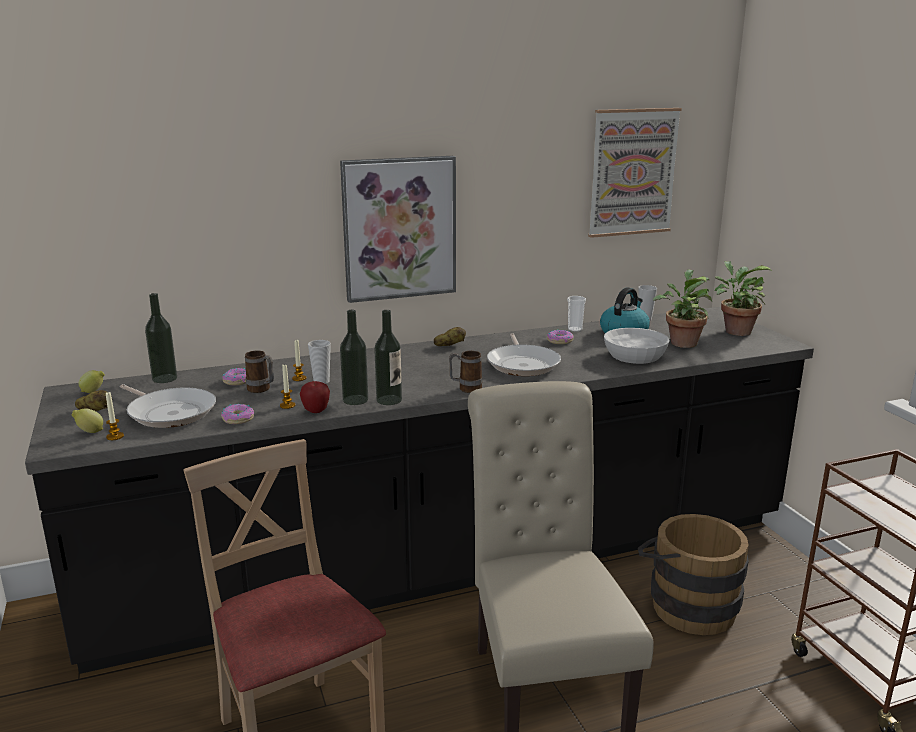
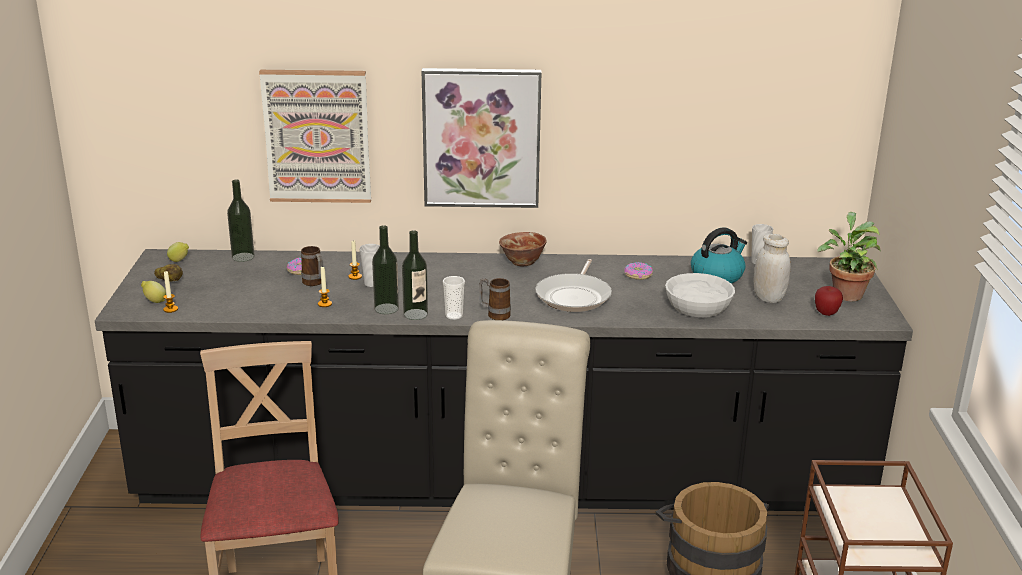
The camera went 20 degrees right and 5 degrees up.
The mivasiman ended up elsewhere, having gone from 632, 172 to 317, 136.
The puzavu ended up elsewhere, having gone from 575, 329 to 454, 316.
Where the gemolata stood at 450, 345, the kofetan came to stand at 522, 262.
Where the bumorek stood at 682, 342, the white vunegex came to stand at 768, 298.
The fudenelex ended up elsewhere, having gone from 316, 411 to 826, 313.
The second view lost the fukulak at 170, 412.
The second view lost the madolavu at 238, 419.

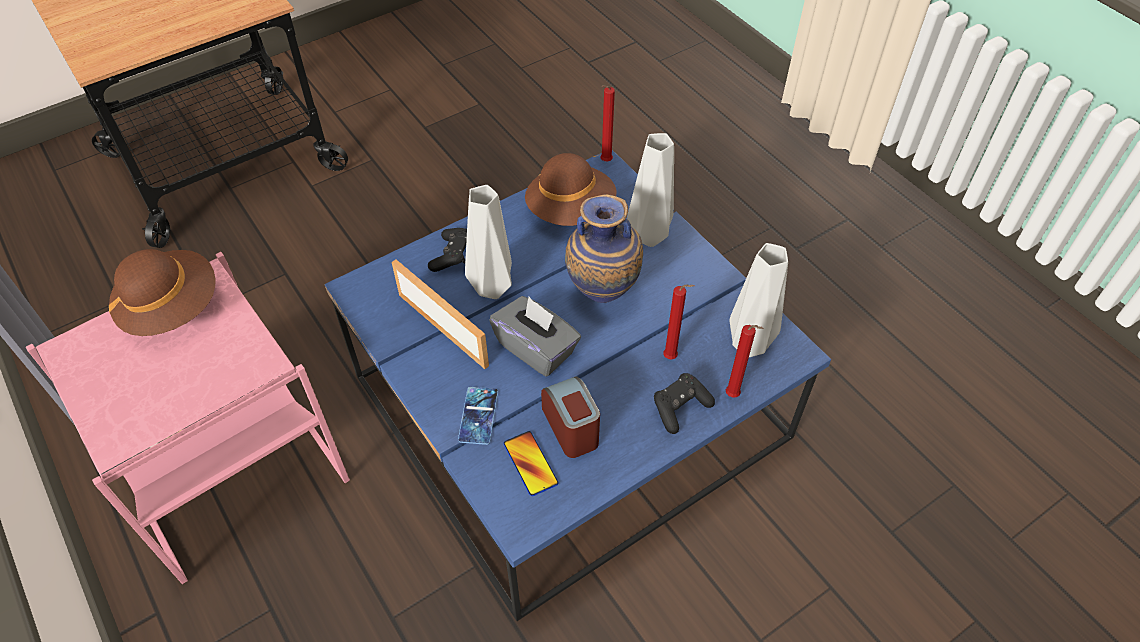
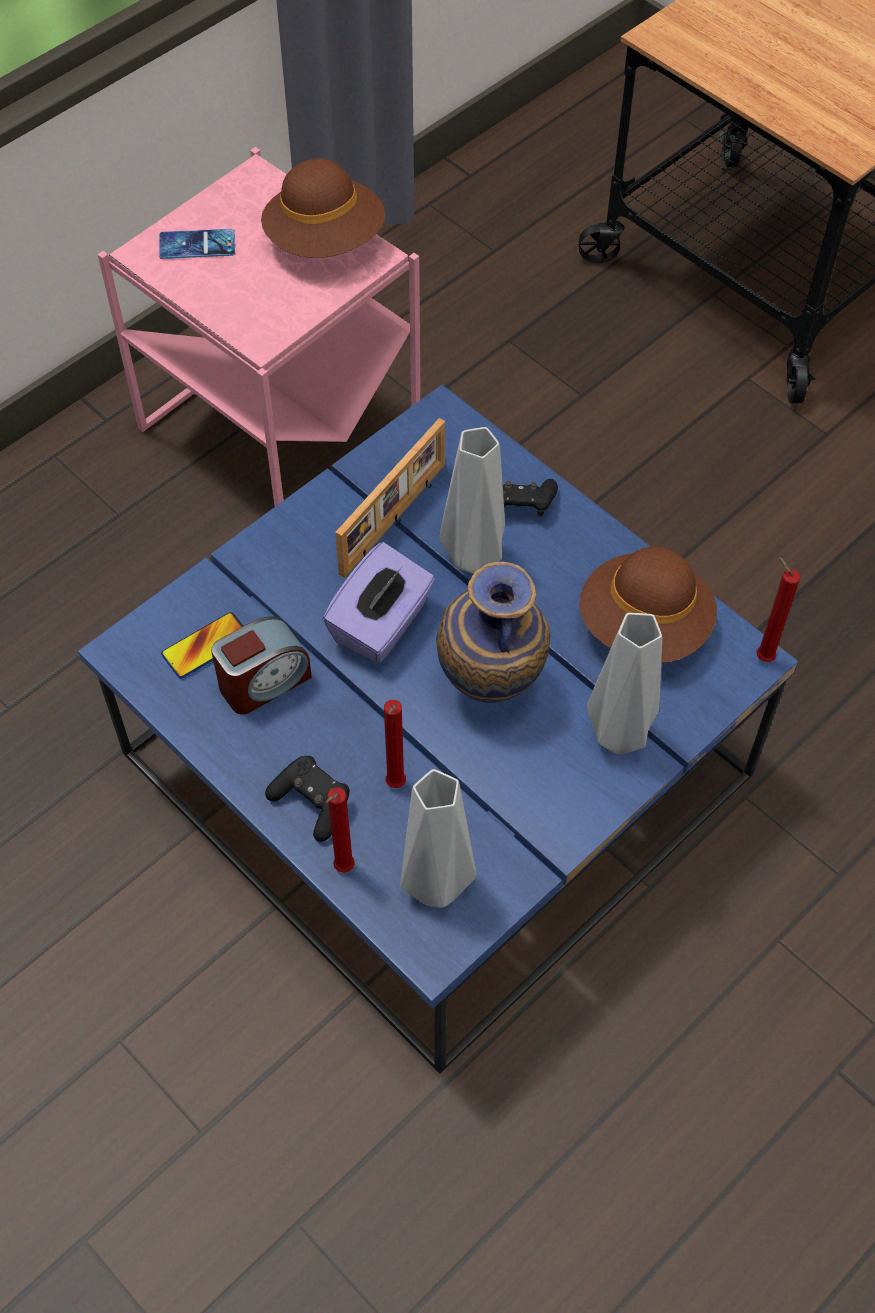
The camera went 80 degrees right and 5 degrees up.
The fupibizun ended up elsewhere, having gone from 478, 415 to 197, 245.
What was the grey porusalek at 536, 348 turned into the purple porusalek at 381, 624.

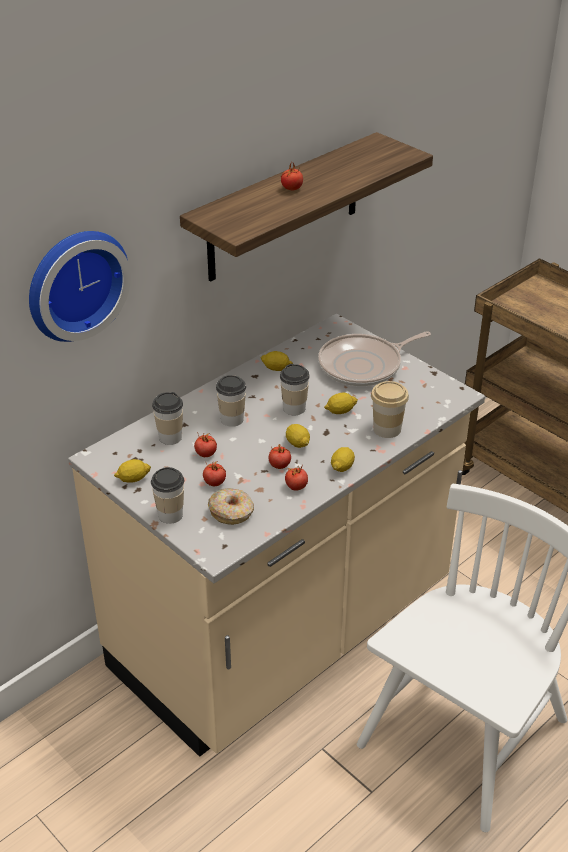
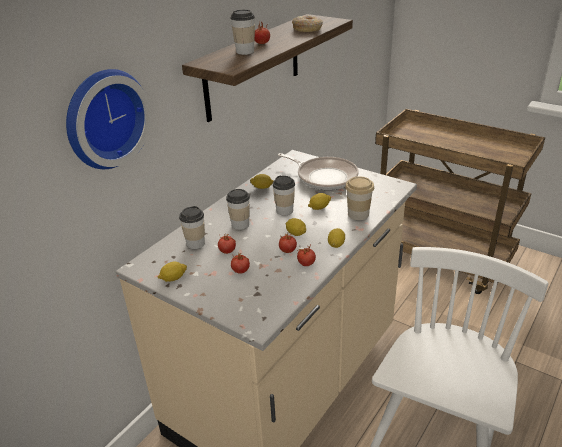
The camera went 10 degrees left and 5 degrees down.
The puzavu ended up elsewhere, having gone from 170, 515 to 245, 51.
The fukulak at 364, 365 ended up facing another way, 105 degrees counterclockwise from before.
The madolavu ended up elsewhere, having gone from 232, 512 to 307, 29.

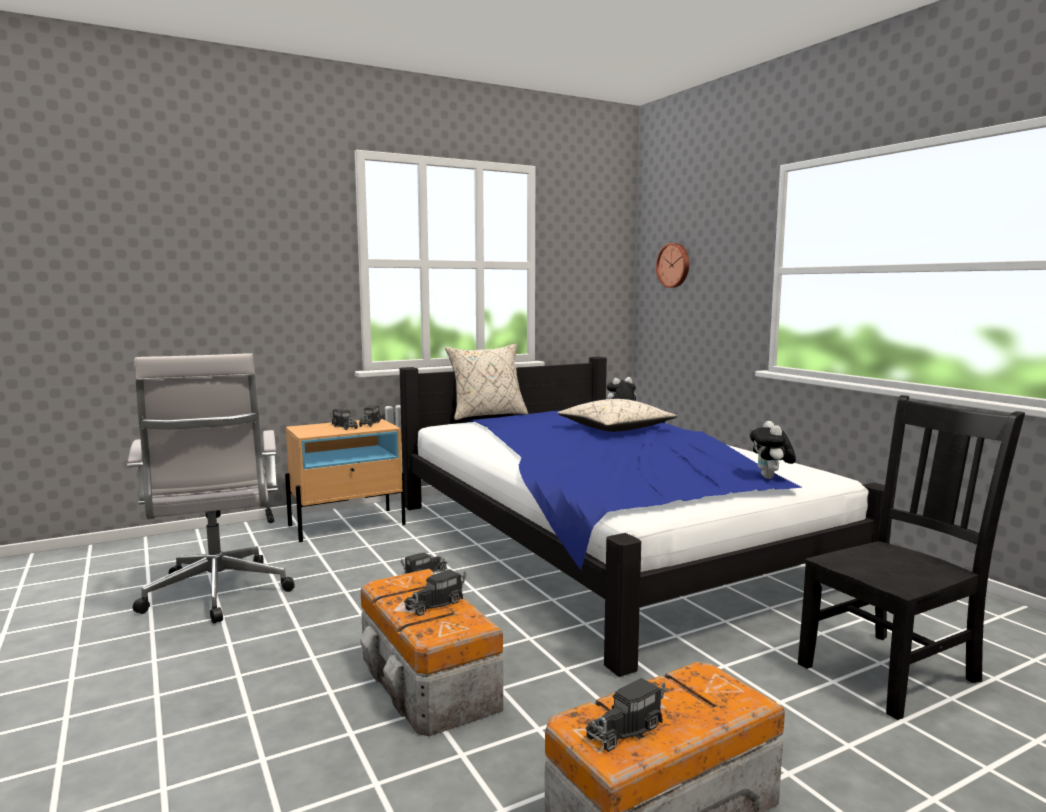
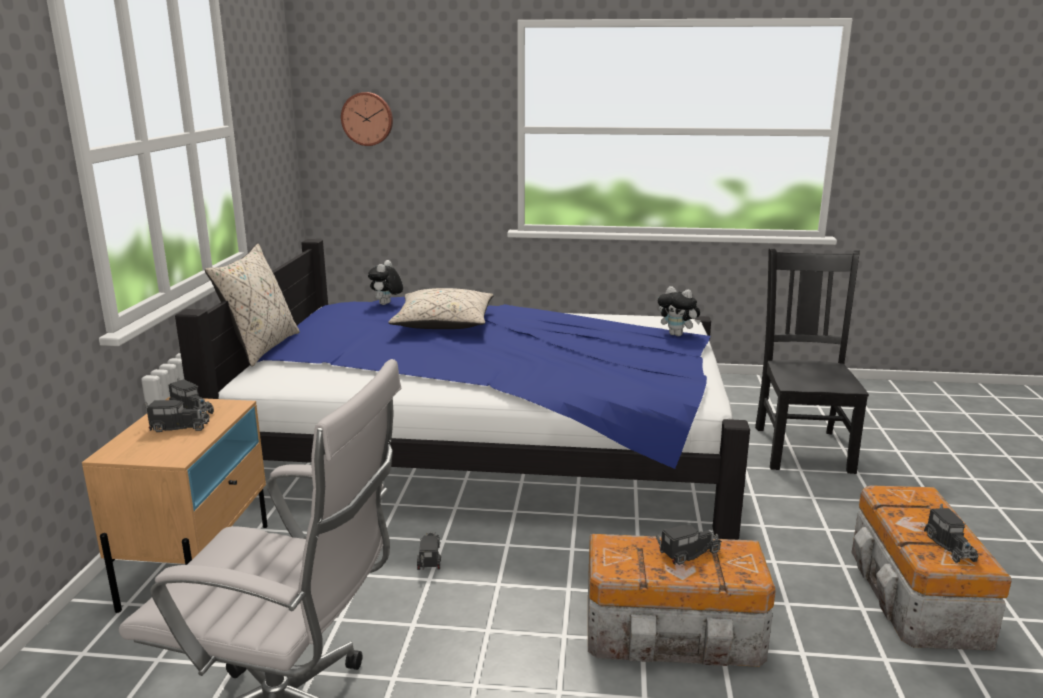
The camera went 55 degrees left and 10 degrees up.
The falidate at 436, 604 ended up facing another way, 105 degrees counterclockwise from before.

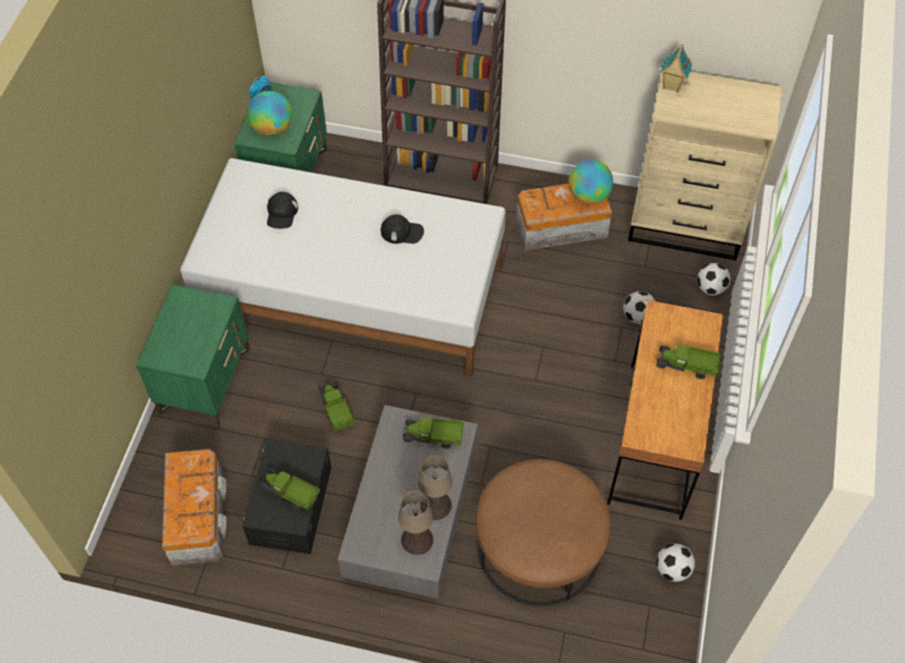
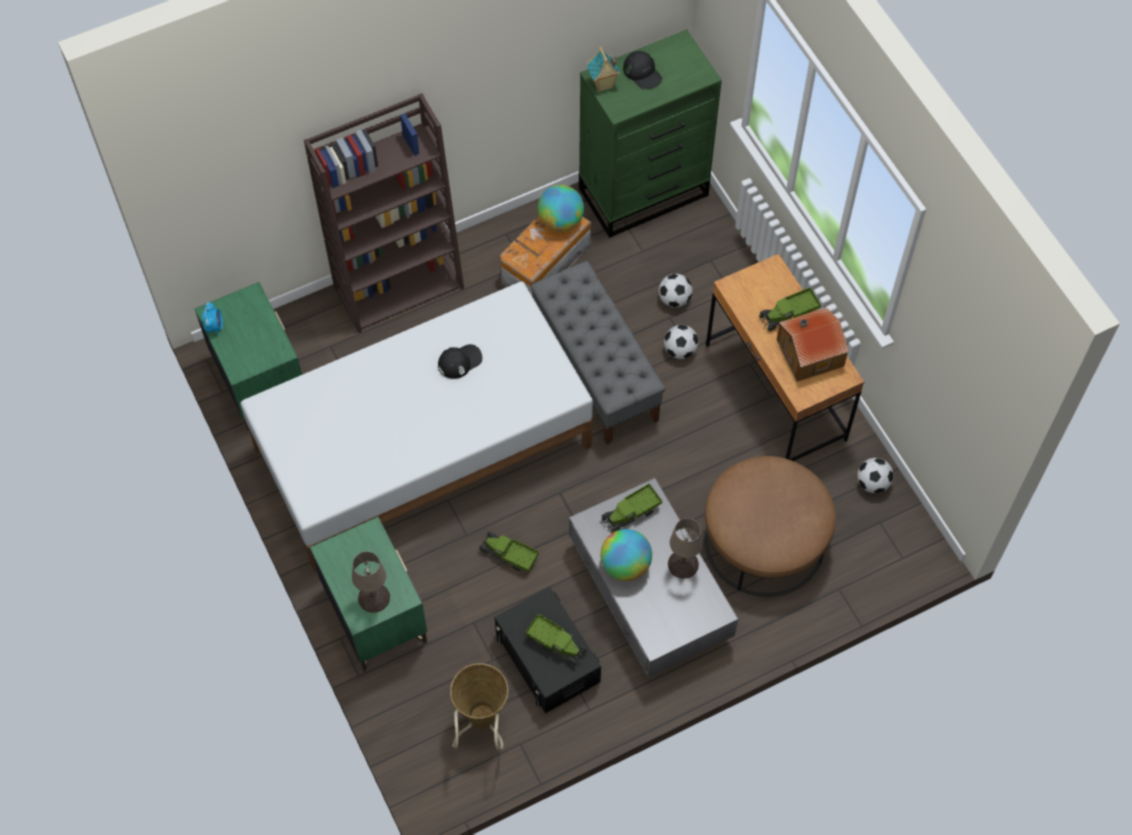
The camera went 40 degrees left and 5 degrees up.
The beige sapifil ended up elsewhere, having gone from 418, 539 to 374, 597.
Where the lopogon stood at 198, 515, the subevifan came to stand at 481, 724.
The falidate at 290, 493 ended up facing another way, 135 degrees counterclockwise from before.
The second view gained the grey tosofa at 595, 370.
What was the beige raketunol at 686, 226 turned into the green raketunol at 644, 192.
The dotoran ended up elsewhere, having gone from 272, 128 to 625, 565.
The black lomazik ended up elsewhere, having gone from 282, 213 to 642, 73.
The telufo ended up elsewhere, having gone from 710, 288 to 680, 350.
The second view gained the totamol at 808, 352.

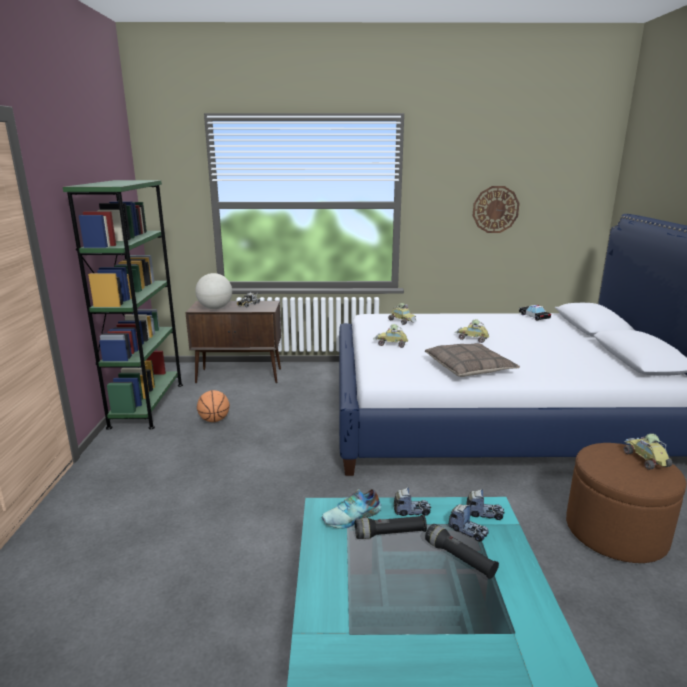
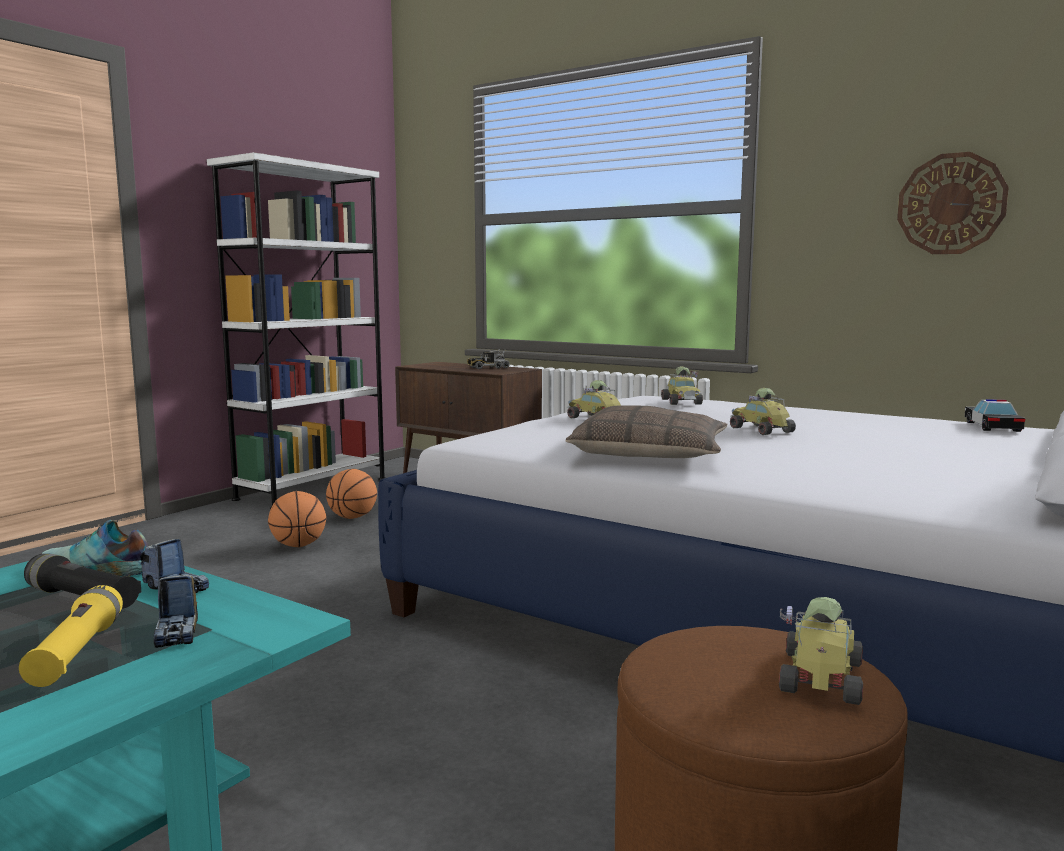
The camera went 35 degrees right and 10 degrees down.
What was the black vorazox at 459, 558 turned into the yellow vorazox at 76, 653.
What was the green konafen at 147, 405 turned into the white konafen at 312, 489.
The second view gained the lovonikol at 298, 546.
The second view lost the dotoran at 215, 308.
The second view lost the falidate at 484, 513.

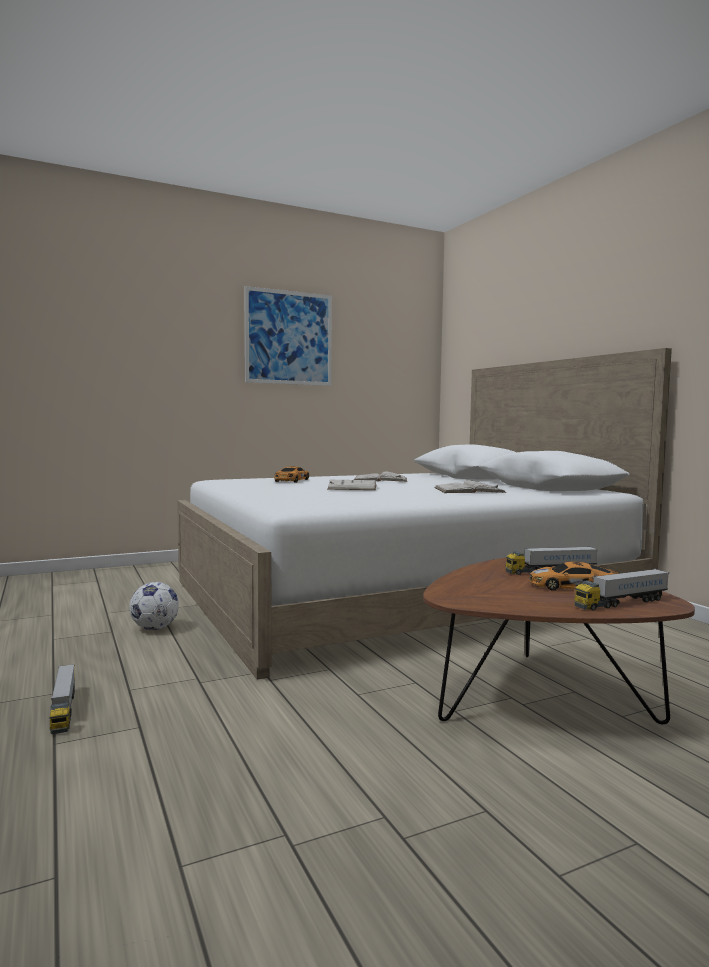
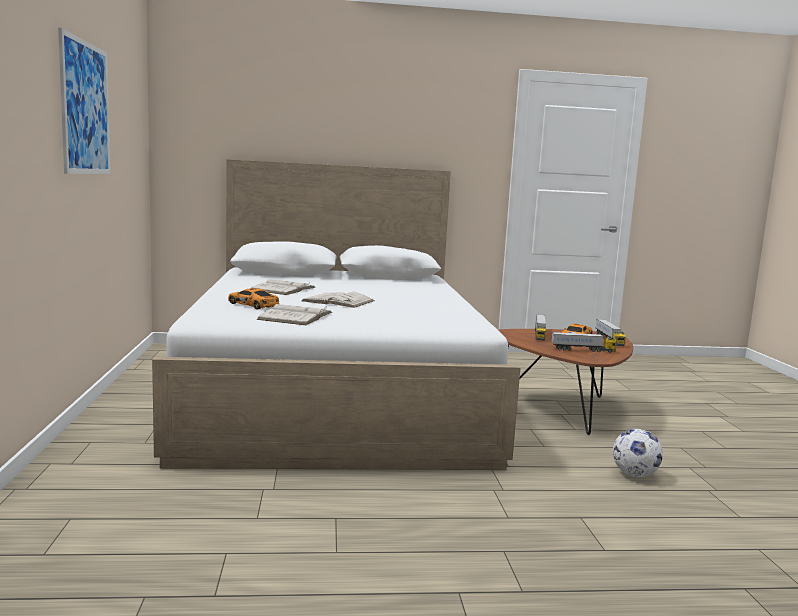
The camera went 70 degrees left and 5 degrees up.
The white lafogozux ended up elsewhere, having gone from 469, 490 to 295, 316.
The falidate ended up elsewhere, having gone from 63, 710 to 582, 350.
The telufo ended up elsewhere, having gone from 155, 628 to 634, 474.

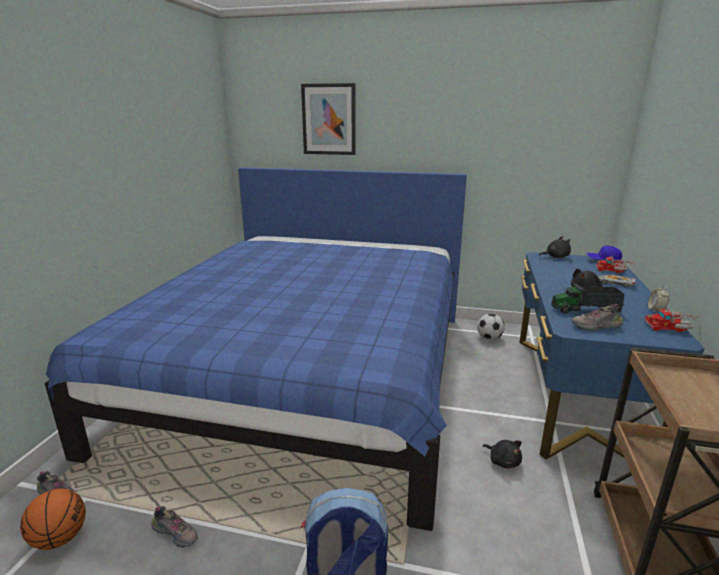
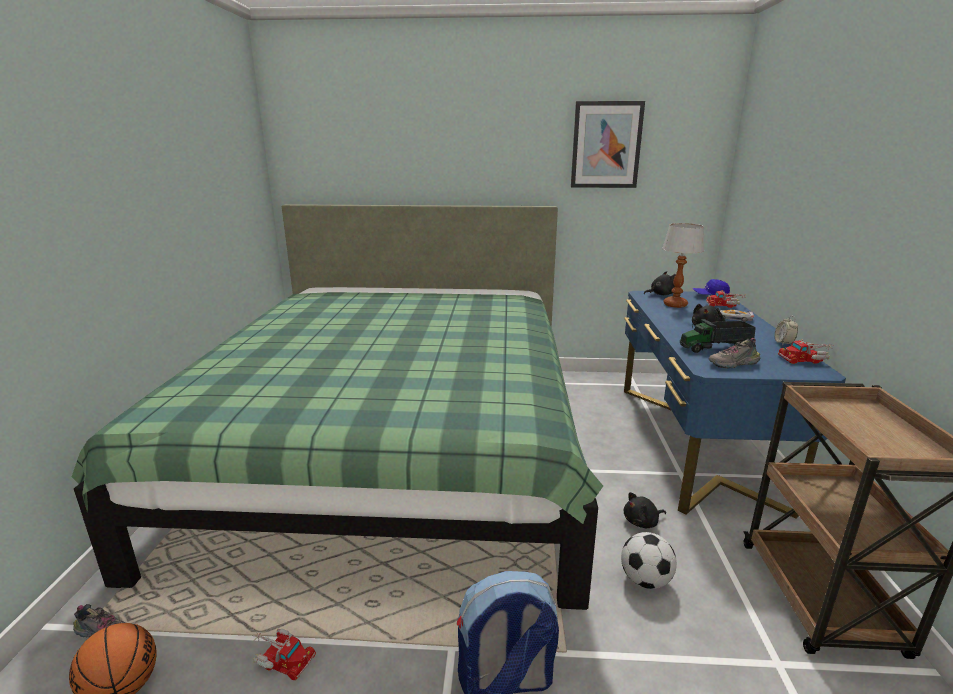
The camera went 10 degrees left and 0 degrees up.
What was the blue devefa at 306, 373 turned into the green devefa at 394, 447.
Where the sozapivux stood at 177, 533, the falidate came to stand at 282, 658.
The mivasiman ended up elsewhere, having gone from 329, 119 to 606, 145.
The telufo ended up elsewhere, having gone from 489, 338 to 645, 580.
The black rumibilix at 503, 461 ended up facing another way, 120 degrees clockwise from before.
The second view gained the sapifil at 674, 305.

